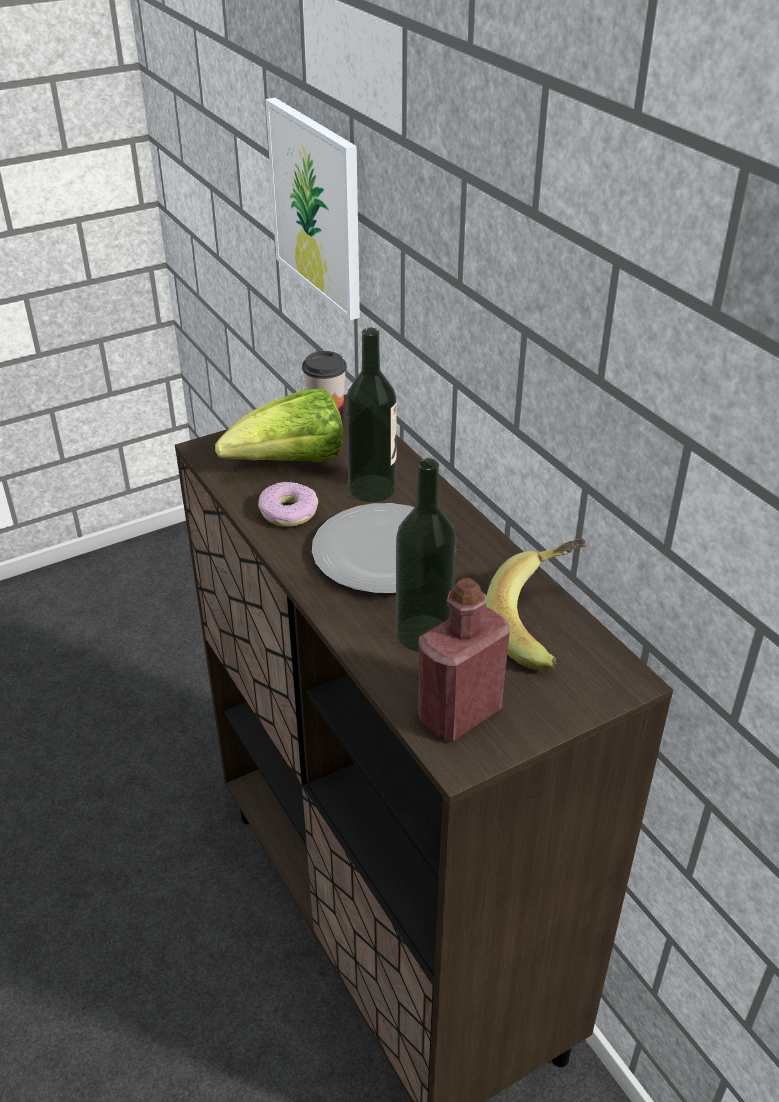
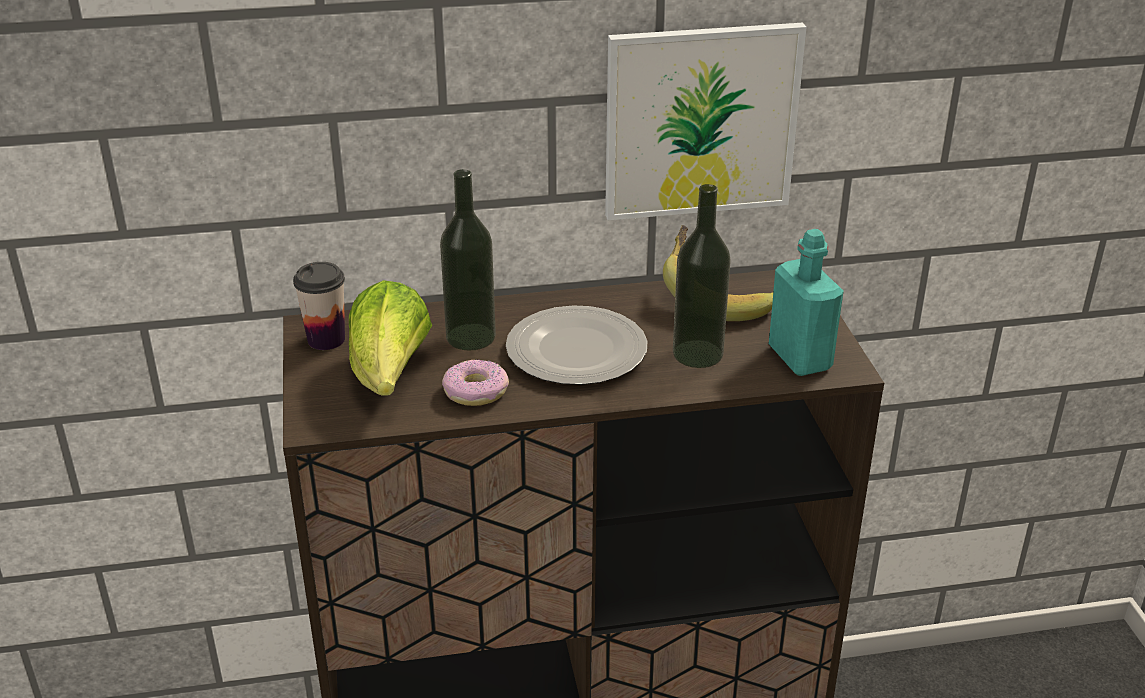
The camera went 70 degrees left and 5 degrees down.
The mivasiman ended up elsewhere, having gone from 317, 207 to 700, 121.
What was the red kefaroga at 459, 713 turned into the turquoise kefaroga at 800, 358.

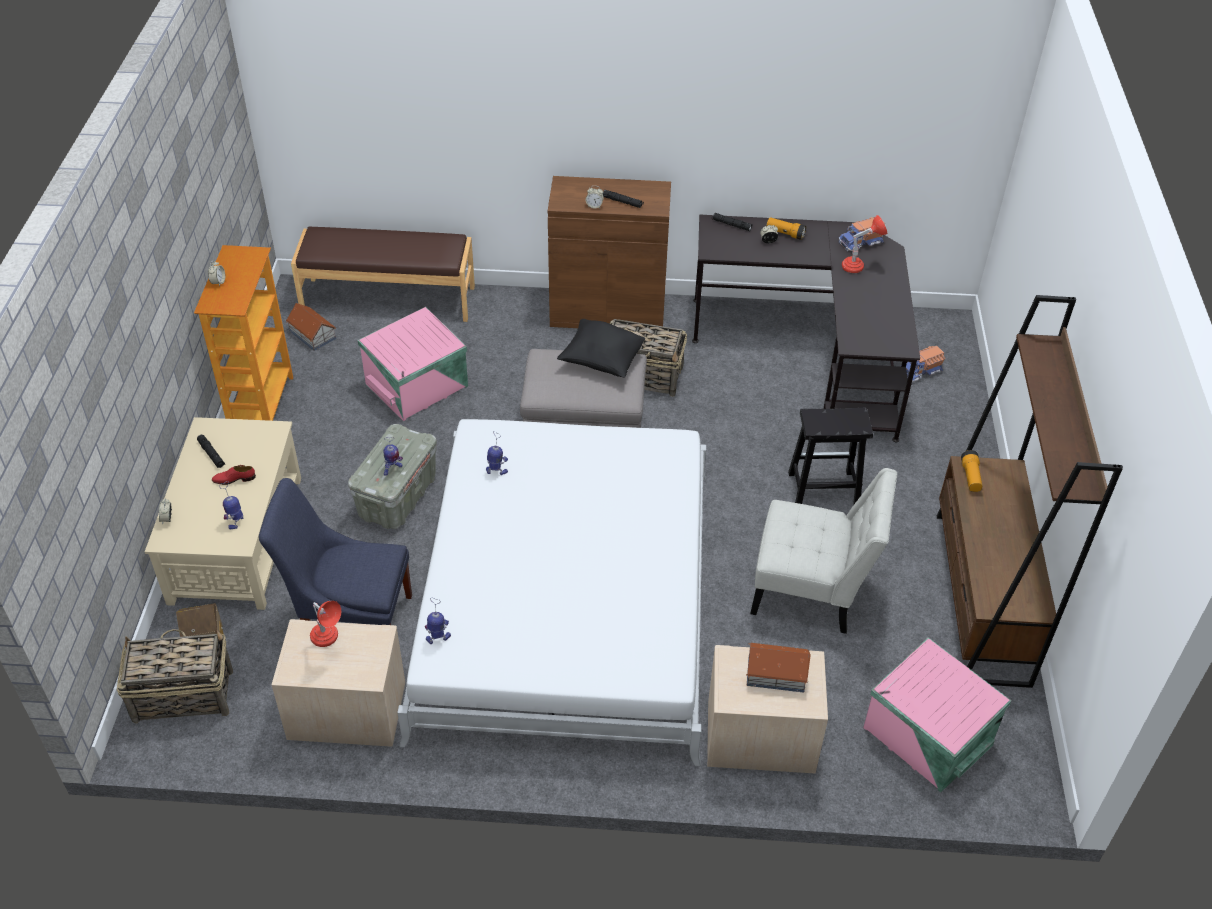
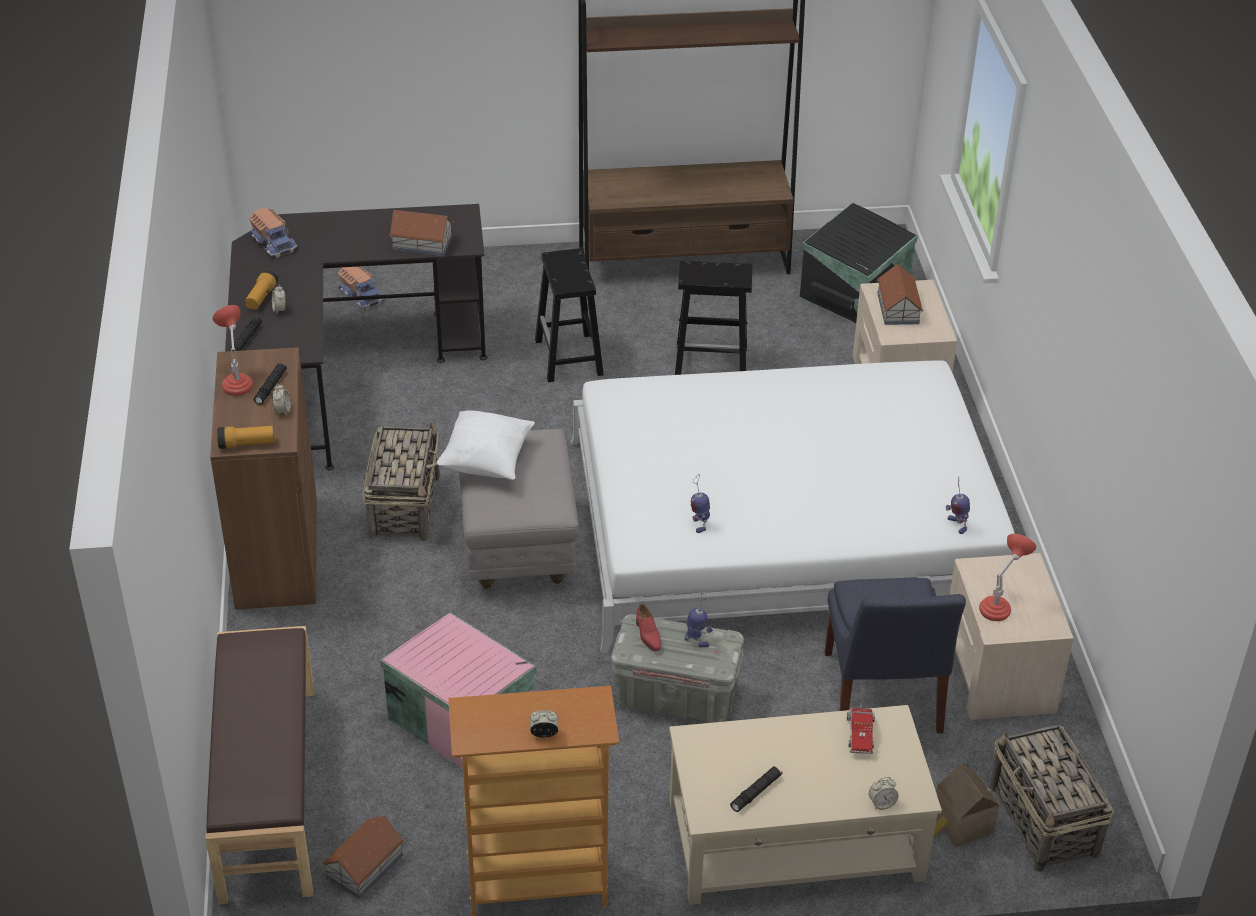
The camera went 100 degrees left and 5 degrees down.
The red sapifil ended up elsewhere, having gone from 859, 266 to 236, 381.
The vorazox ended up elsewhere, having gone from 970, 477 to 246, 444.
The second view gained the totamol at 421, 242.
What was the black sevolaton at 601, 361 turned into the white sevolaton at 486, 462.
The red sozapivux ended up elsewhere, having gone from 234, 479 to 648, 635.
Where the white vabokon stood at 812, 591, the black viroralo came to stand at 712, 360.
What was the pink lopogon at 927, 737 turned into the black lopogon at 856, 291.
Where the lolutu stood at 236, 521, the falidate came to stand at 860, 733.

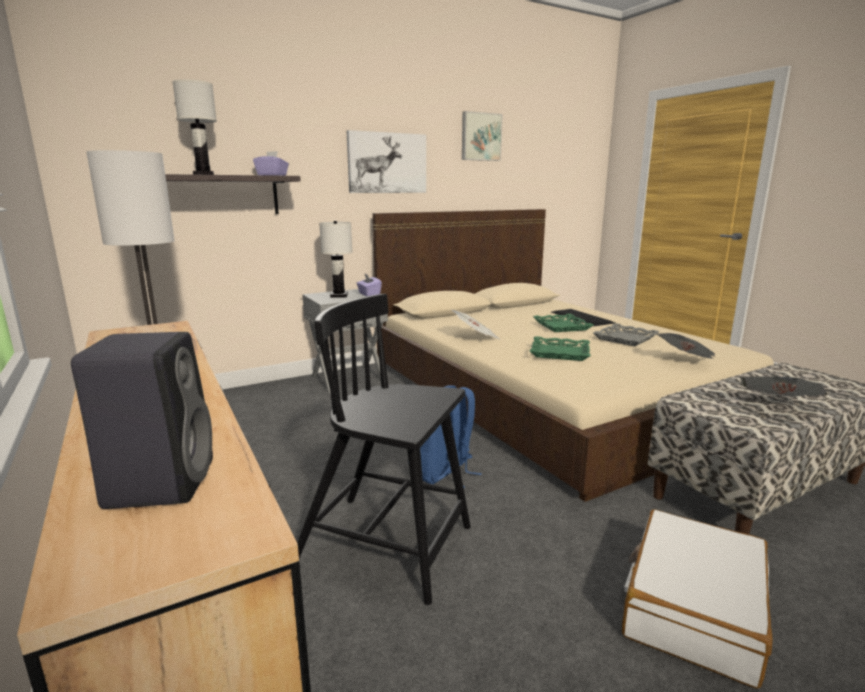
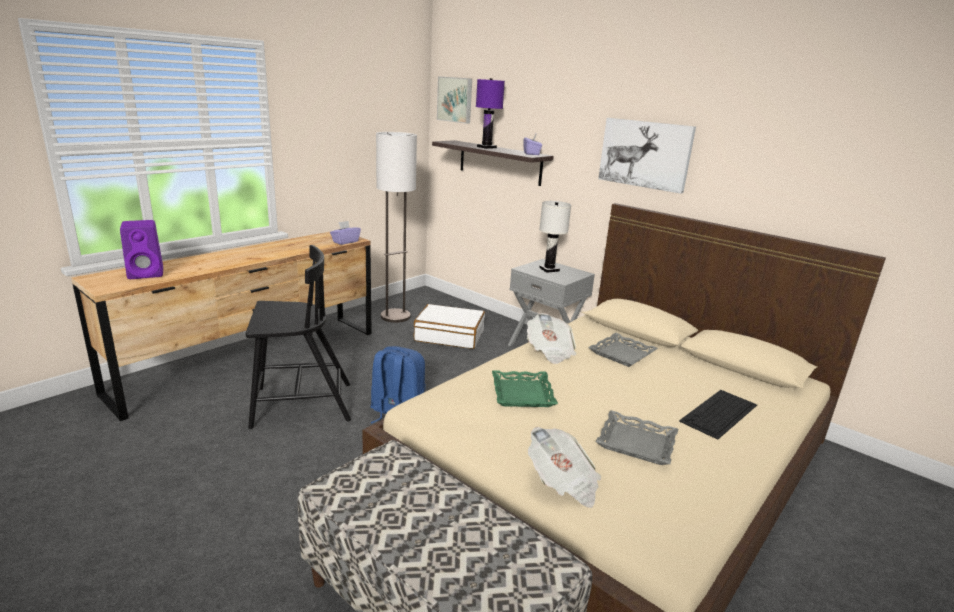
The camera went 70 degrees right and 5 degrees up.
What was the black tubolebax at 161, 481 turned into the purple tubolebax at 147, 274.
The black vabokon at 388, 545 ended up facing another way, 75 degrees clockwise from before.
The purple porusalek ended up elsewhere, having gone from 369, 294 to 345, 242.
The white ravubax ended up elsewhere, having gone from 692, 607 to 449, 335.
The mivasiman ended up elsewhere, having gone from 480, 137 to 455, 99.
What was the white sapifil at 204, 174 turned into the purple sapifil at 487, 147.
The second view gained the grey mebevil at 622, 354.
The second view lost the green mebevil at 561, 326.
The second view lost the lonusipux at 777, 406.

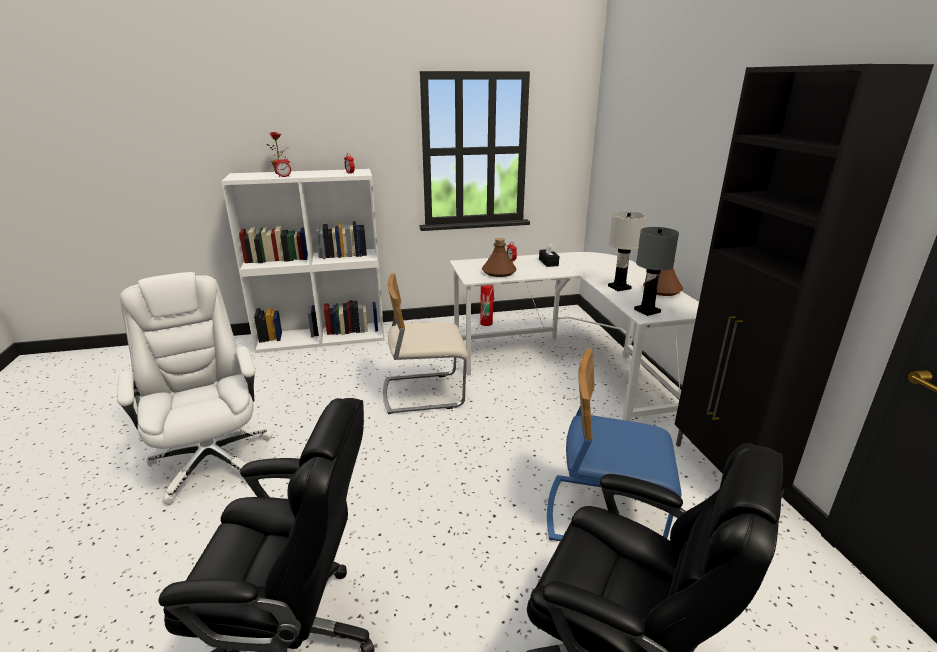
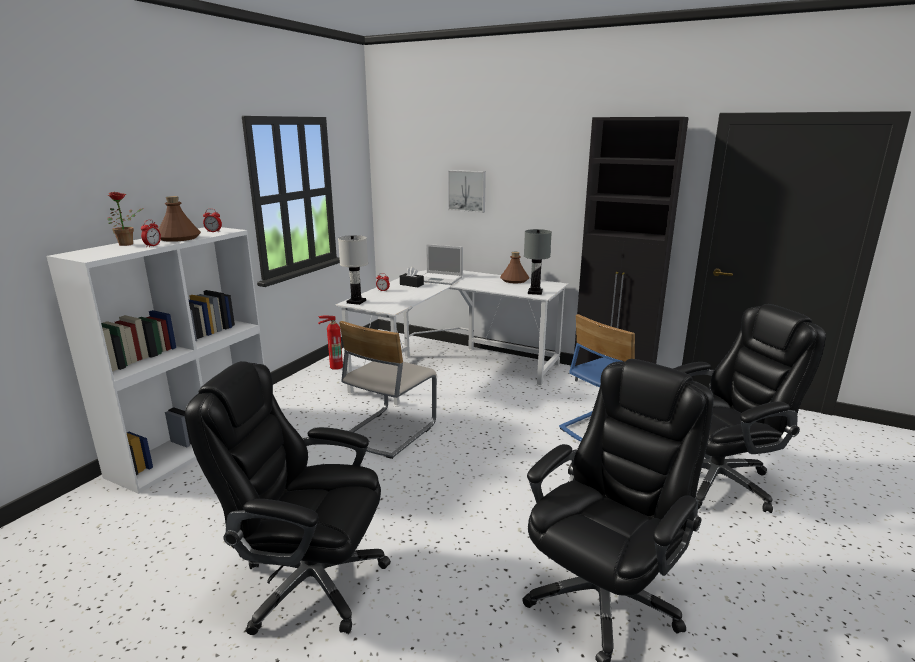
The camera went 50 degrees left and 5 degrees down.
The brown kefaroga ended up elsewhere, having gone from 499, 272 to 179, 238.
What was the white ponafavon at 211, 459 turned into the black ponafavon at 309, 581.
The white sapifil ended up elsewhere, having gone from 619, 287 to 356, 301.
The second view gained the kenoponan at 440, 279.
The second view gained the mivasiman at 467, 191.

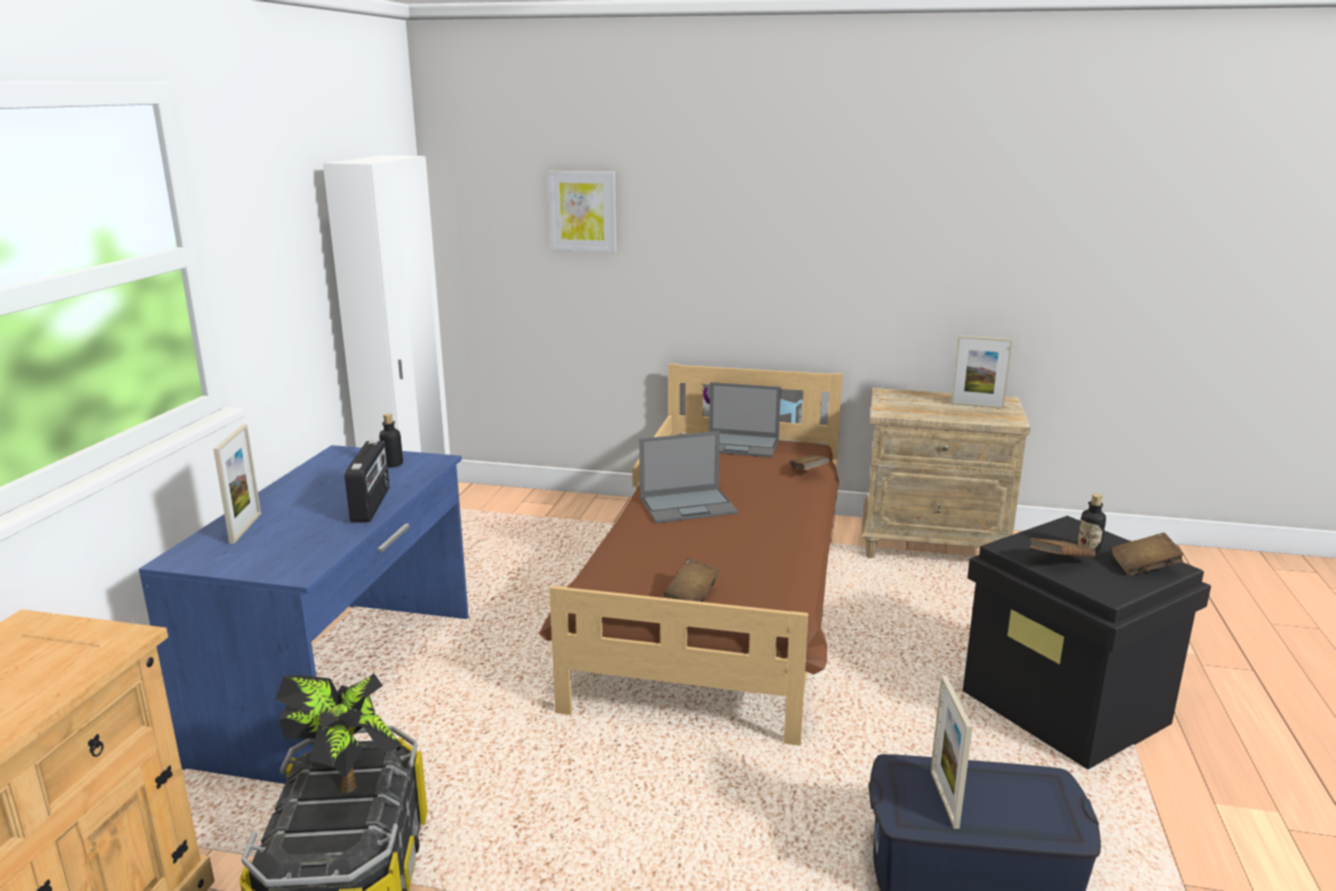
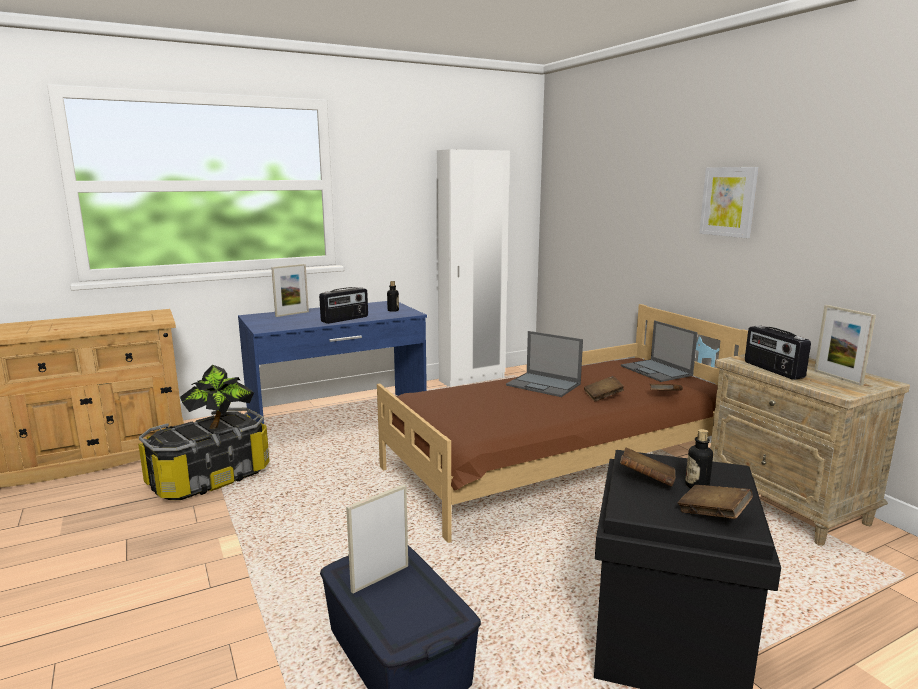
The camera went 50 degrees right and 5 degrees down.
The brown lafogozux ended up elsewhere, having gone from 692, 596 to 603, 397.
The mivasiman ended up elsewhere, having gone from 583, 211 to 729, 202.
The second view gained the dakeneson at 772, 370.

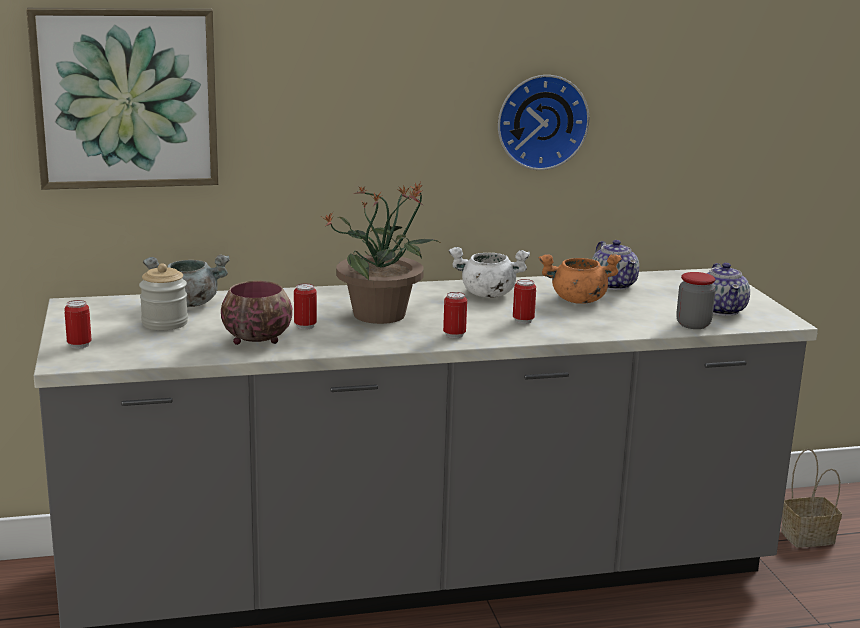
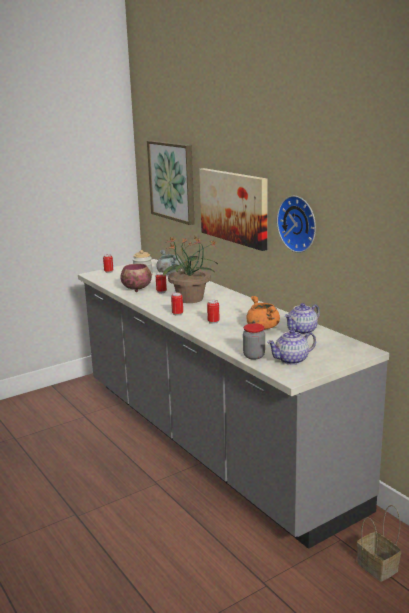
The camera went 70 degrees right and 0 degrees up.
The second view gained the mivasiman at 234, 207.
The second view lost the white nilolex at 487, 294.

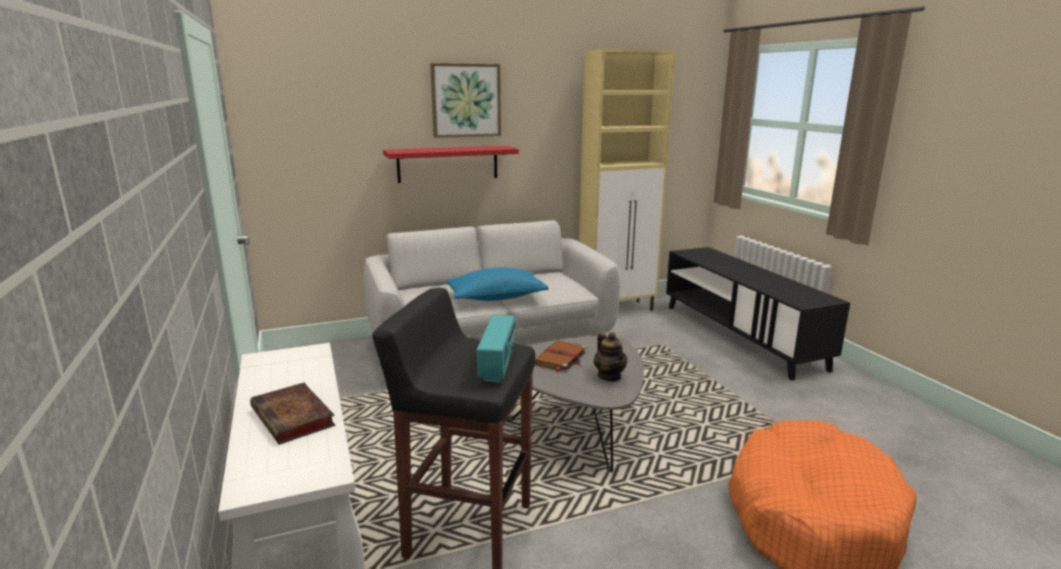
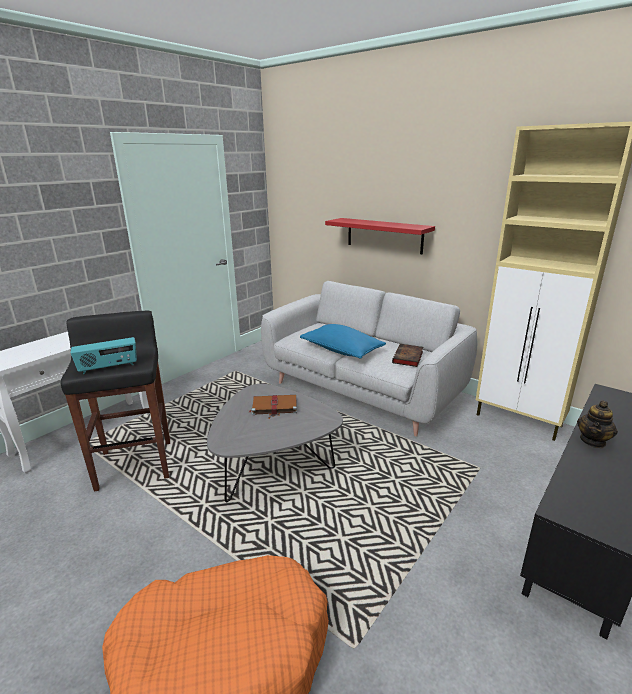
The camera went 60 degrees right and 5 degrees up.
The lafogozux ended up elsewhere, having gone from 294, 418 to 408, 358.
The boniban ended up elsewhere, having gone from 609, 376 to 593, 441.
The second view lost the mivasiman at 466, 100.

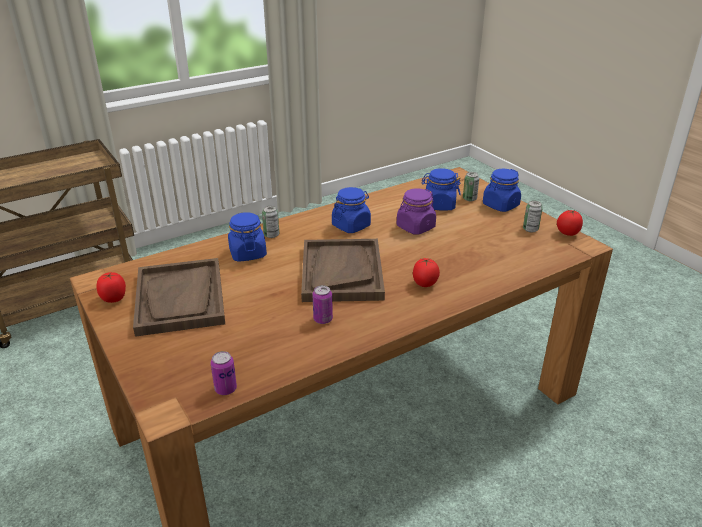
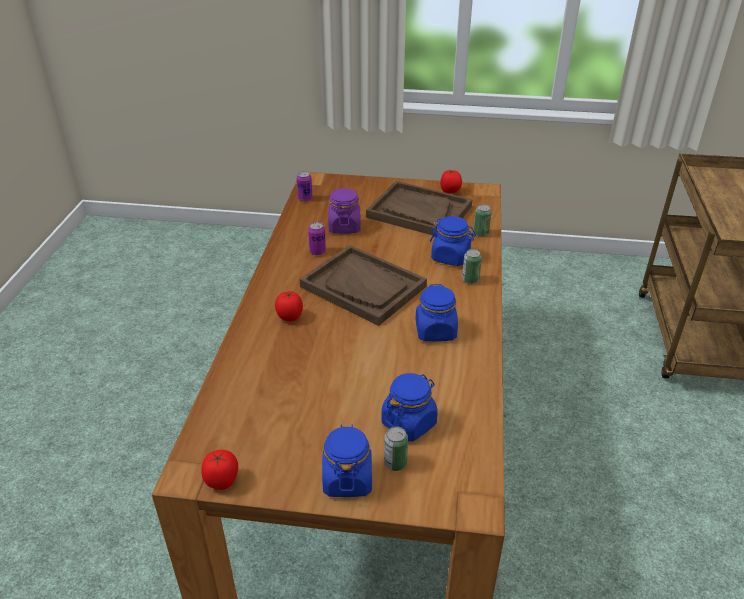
The camera went 130 degrees right and 5 degrees up.
The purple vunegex ended up elsewhere, having gone from 415, 227 to 344, 227.
The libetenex ended up elsewhere, having gone from 530, 229 to 481, 233.

